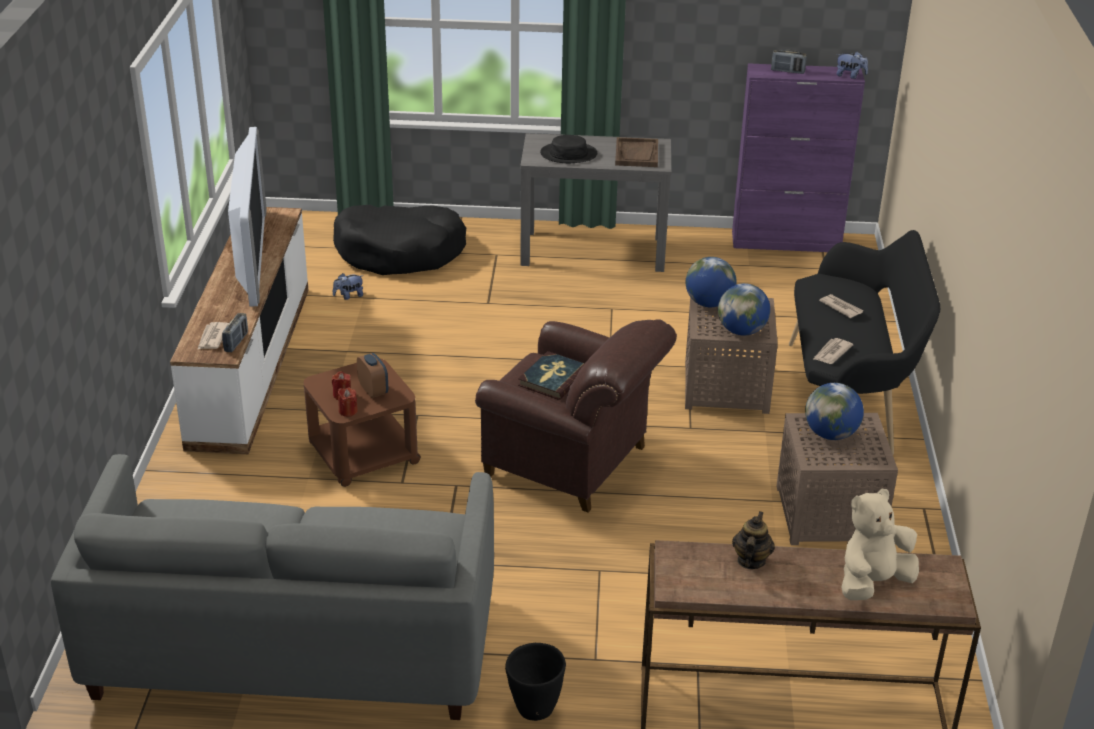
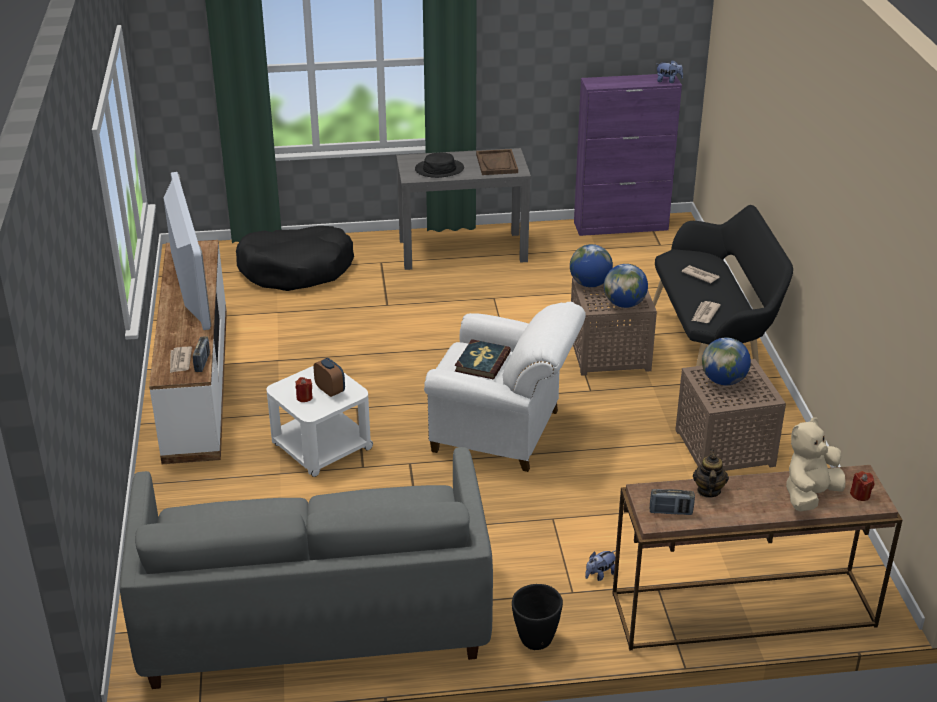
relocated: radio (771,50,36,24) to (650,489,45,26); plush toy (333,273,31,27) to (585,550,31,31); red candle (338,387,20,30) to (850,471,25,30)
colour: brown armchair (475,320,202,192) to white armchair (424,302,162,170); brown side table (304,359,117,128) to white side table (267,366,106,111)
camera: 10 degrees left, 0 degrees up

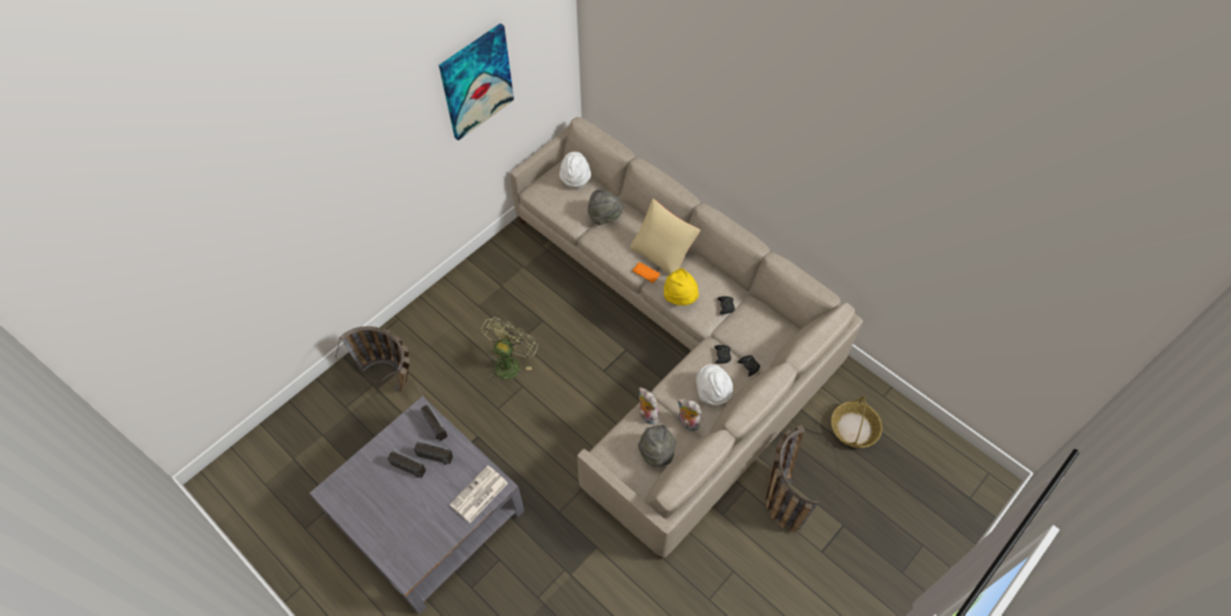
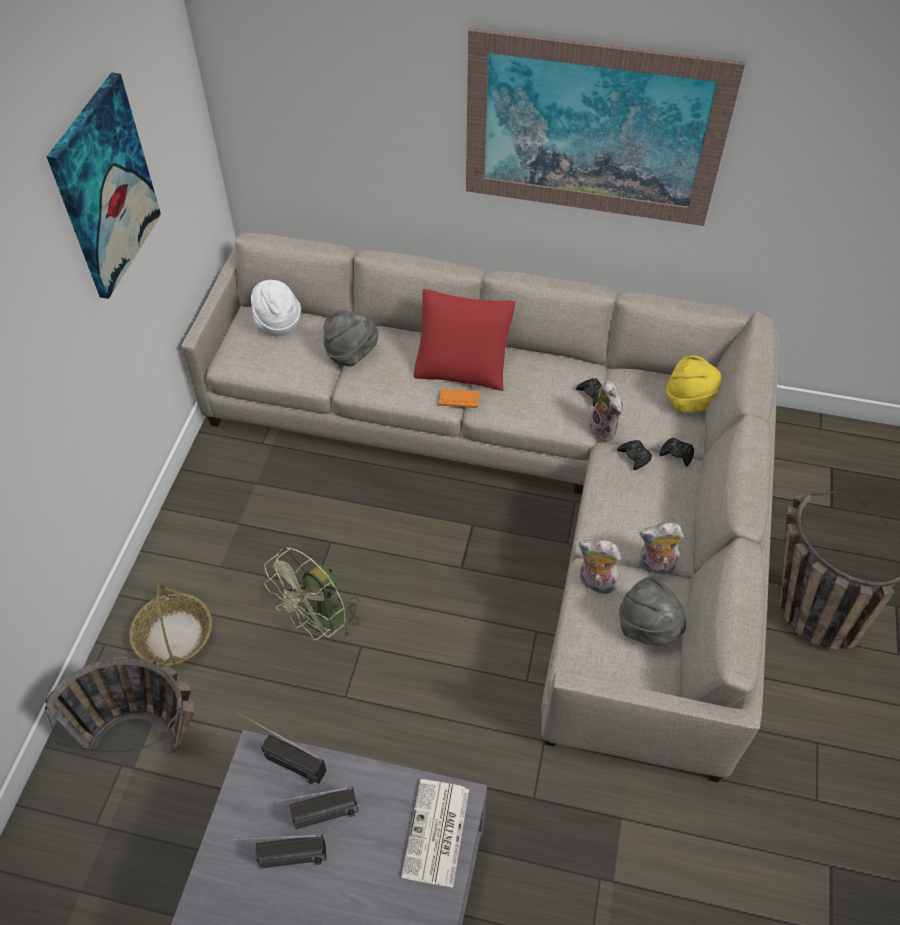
missing: white hat (696,364,37,41)
appeared: picture (466,28,279,198); plush toy (589,380,34,61)
relocated: yellow hat (664,268,35,38) to (666,355,56,58); basket (831,396,51,52) to (130,583,82,83)
colour: beige pillow (630,199,70,76) to red pillow (414,289,102,102)
spun: green fan (481,317,57,65) = (264,547,96,93) 135 degrees counterclockwise
camera: 30 degrees left, 5 degrees down

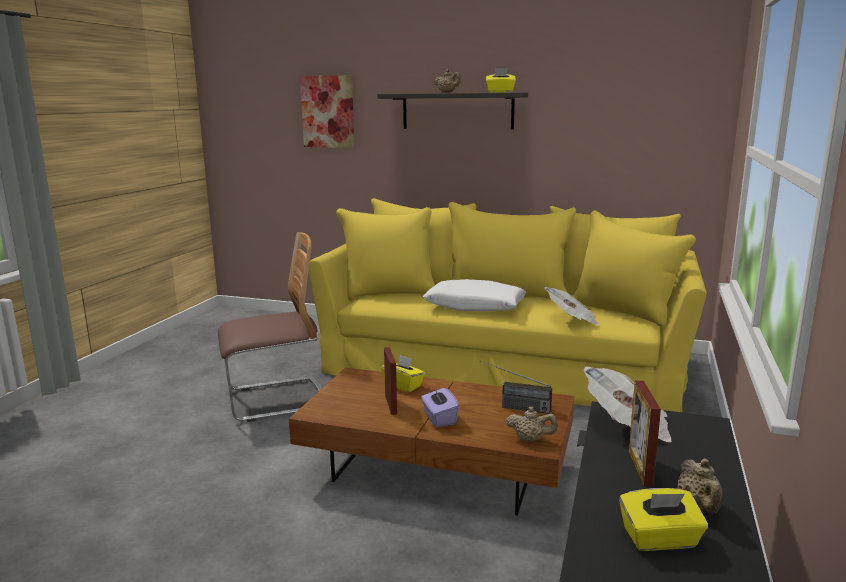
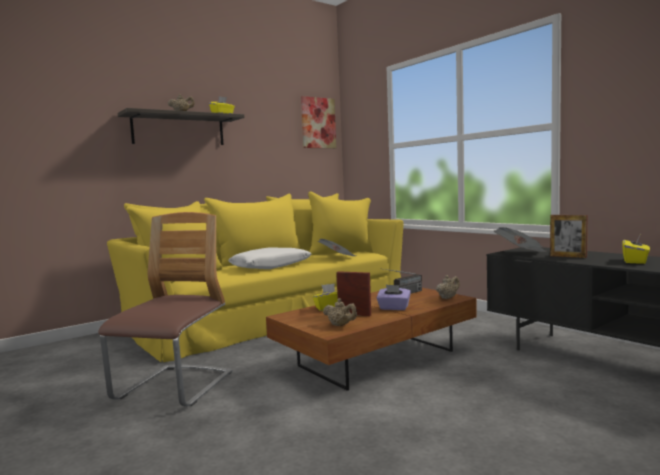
relocated: picture (300,75,55,73) to (301,96,35,52); beige teapot (677,459,45,55) to (323,298,34,28)
camera: 55 degrees left, 10 degrees down

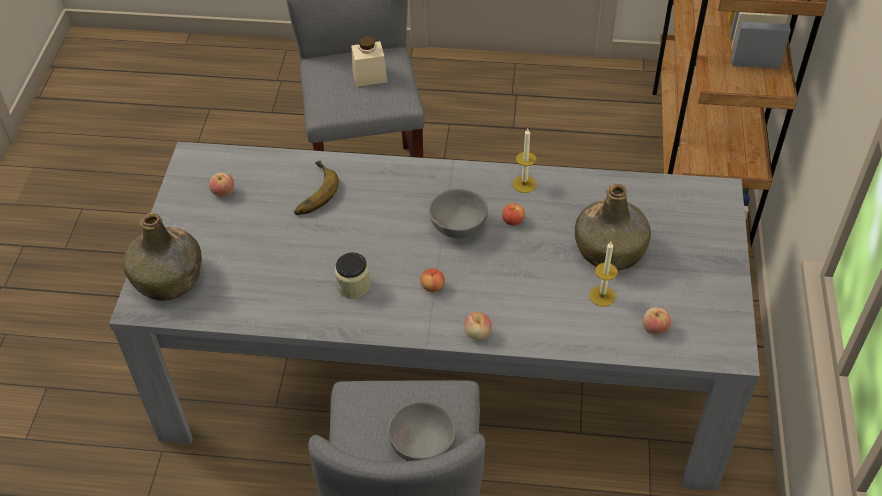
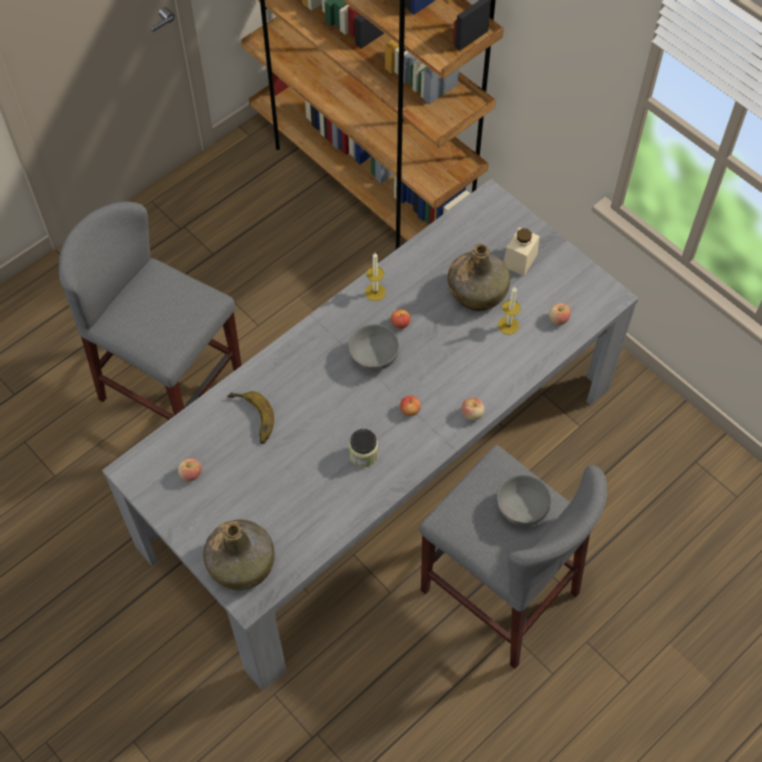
relocated: beige jar (351,36,37,51) to (504,227,36,49)
camera: 50 degrees left, 10 degrees up

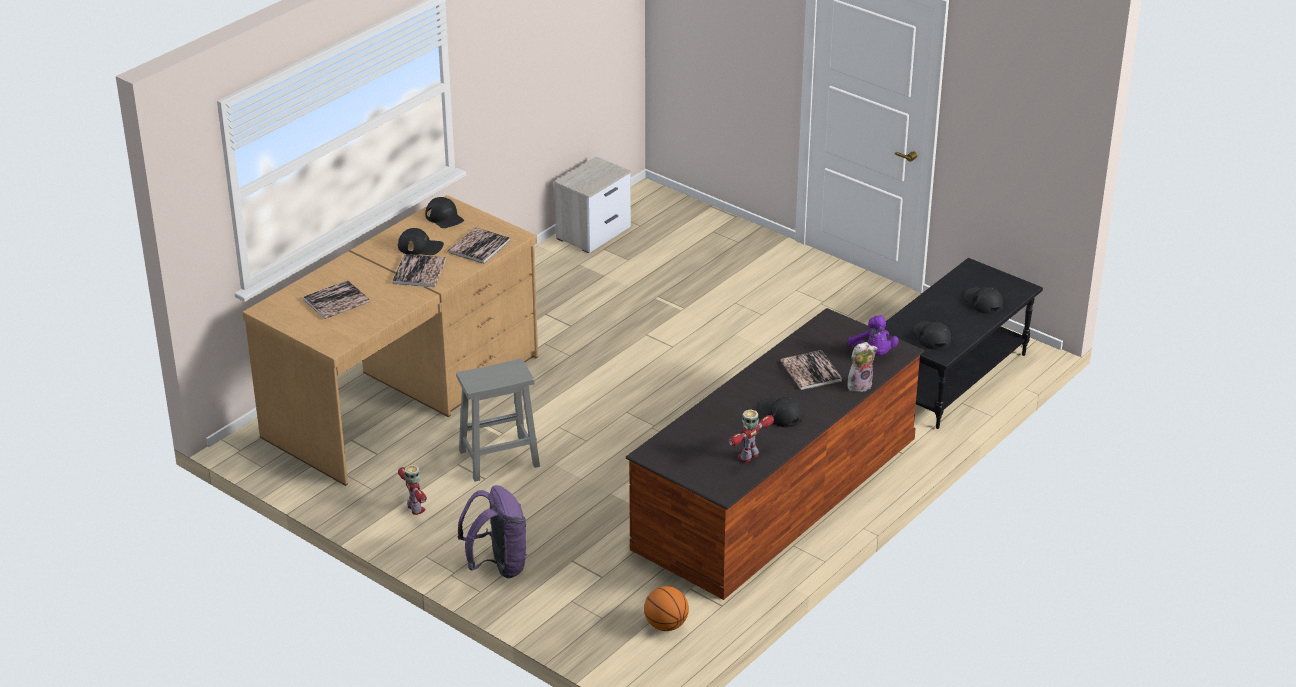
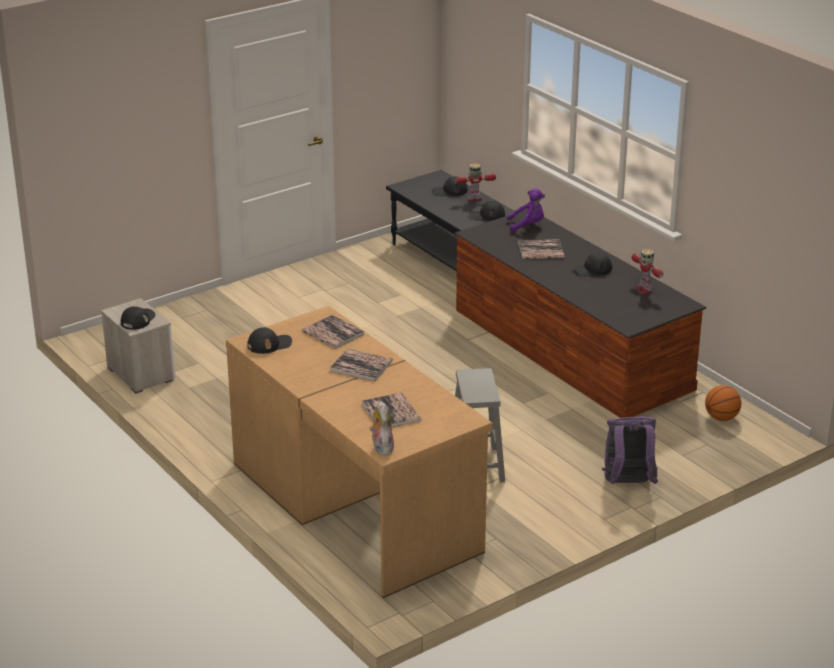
relocated: black cap (398,228,46,27) to (121,306,35,24); plush toy (848,342,29,50) to (369,401,25,54); toy robot (398,465,29,50) to (455,163,41,39)
camera: 75 degrees left, 5 degrees down

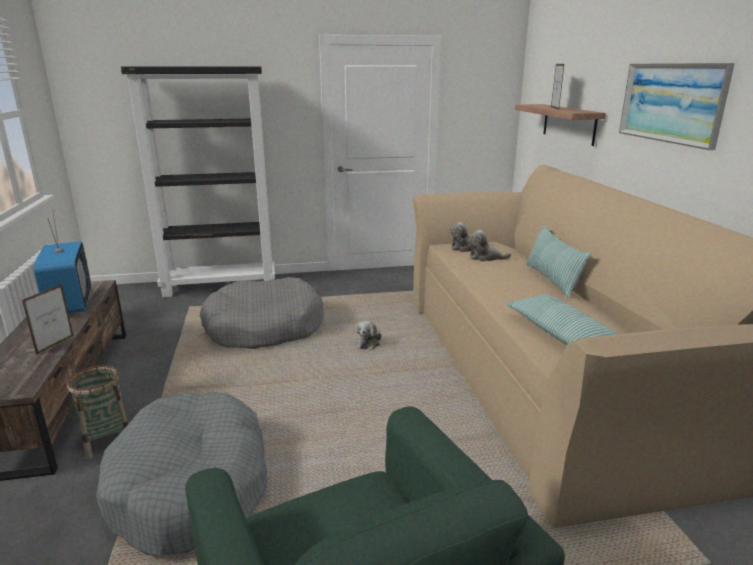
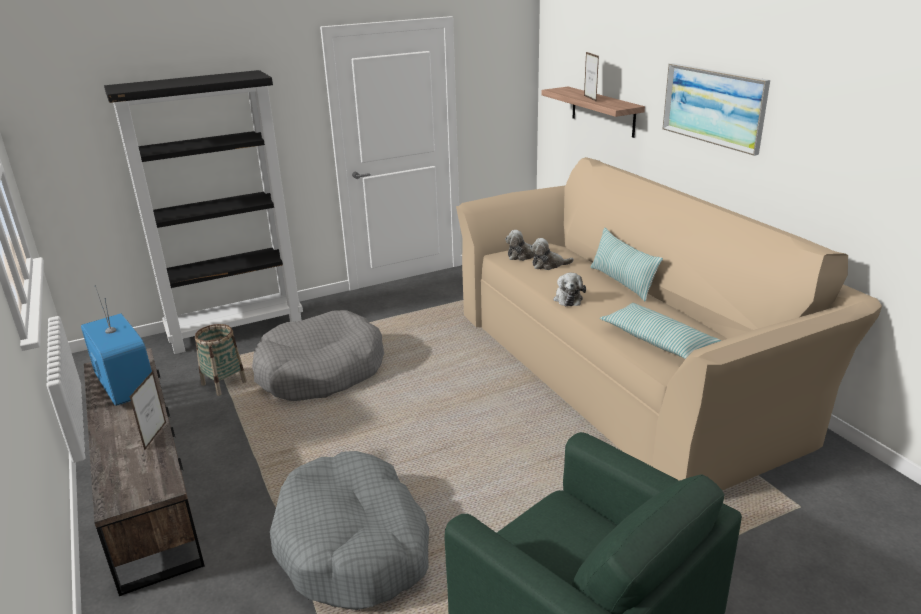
relocated: plush toy (355,321,26,29) to (553,273,33,33); basket (67,365,61,94) to (195,324,52,72)
camera: 15 degrees left, 5 degrees up

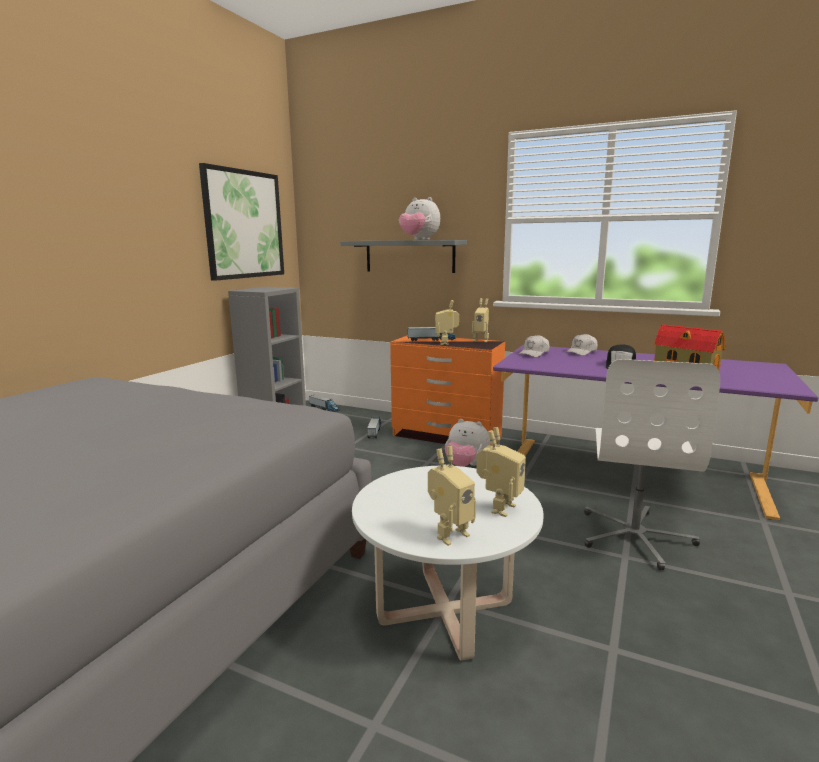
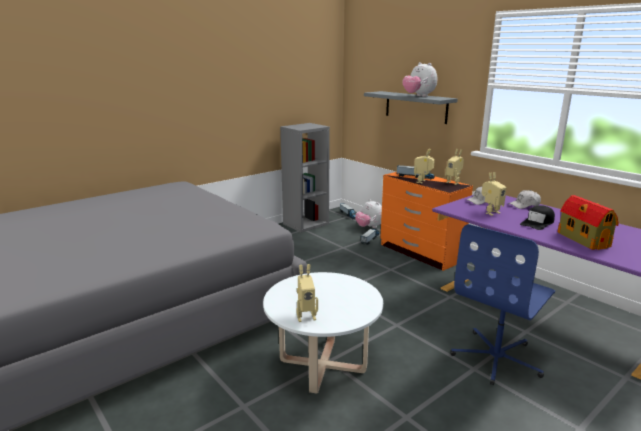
missing: picture (199,163,85,118)
relocated: plush toy (445,419,46,48) to (355,199,27,29); toy robot (476,427,50,90) to (482,172,24,44)
colour: white office chair (584,359,136,211) to blue office chair (450,224,105,161)
camera: 25 degrees right, 5 degrees up

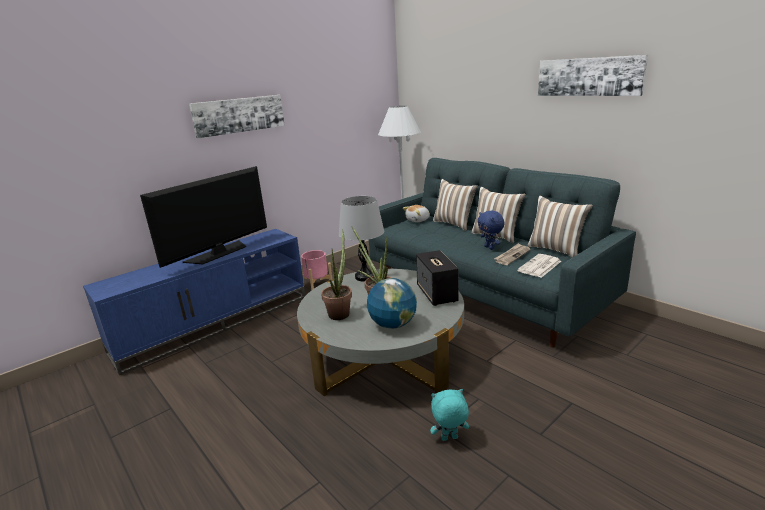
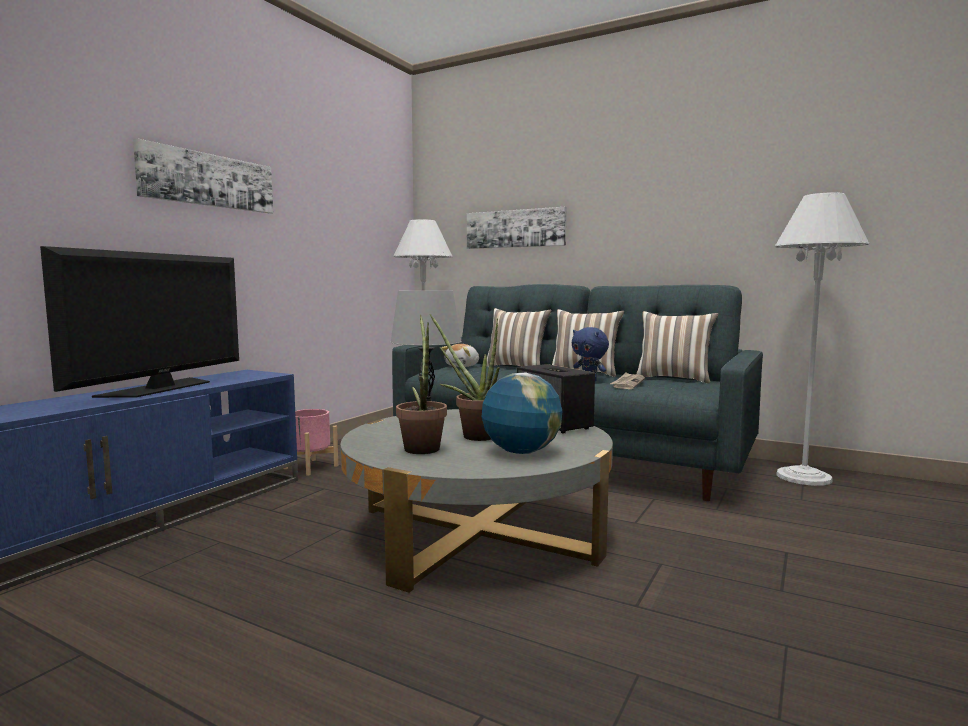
missing: newspaper (517,254,44,24); turquoise plush toy (430,389,39,52)
appeared: white floor lamp (774,192,95,294)
relocated: picture (538,55,110,41) to (467,207,99,42)
camera: 20 degrees left, 15 degrees down

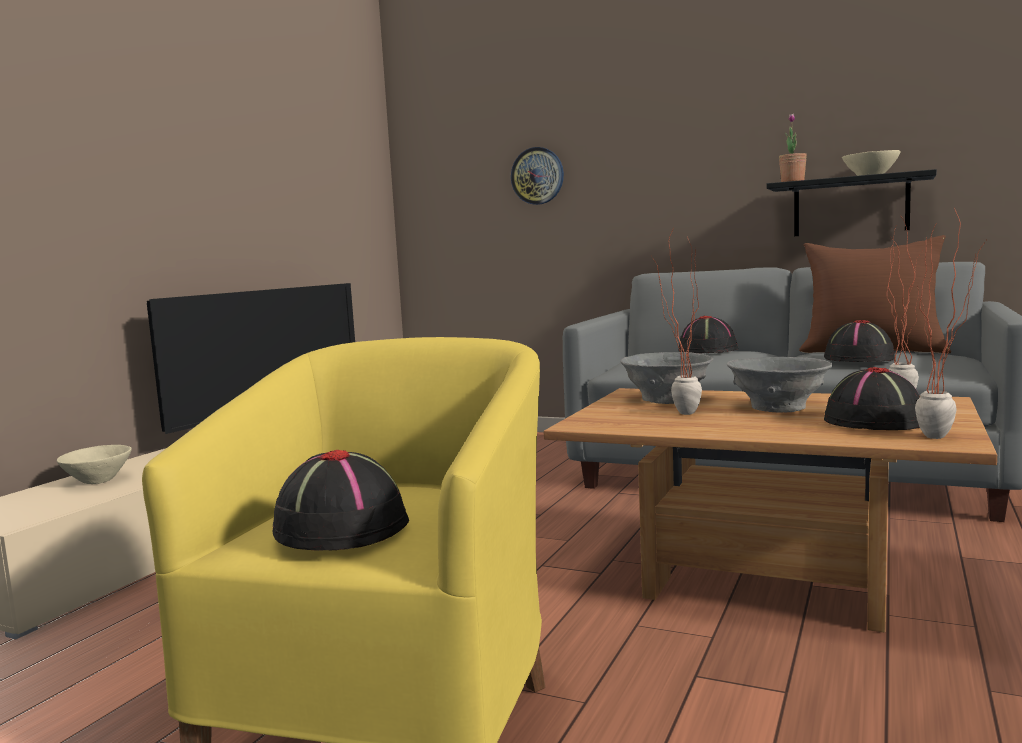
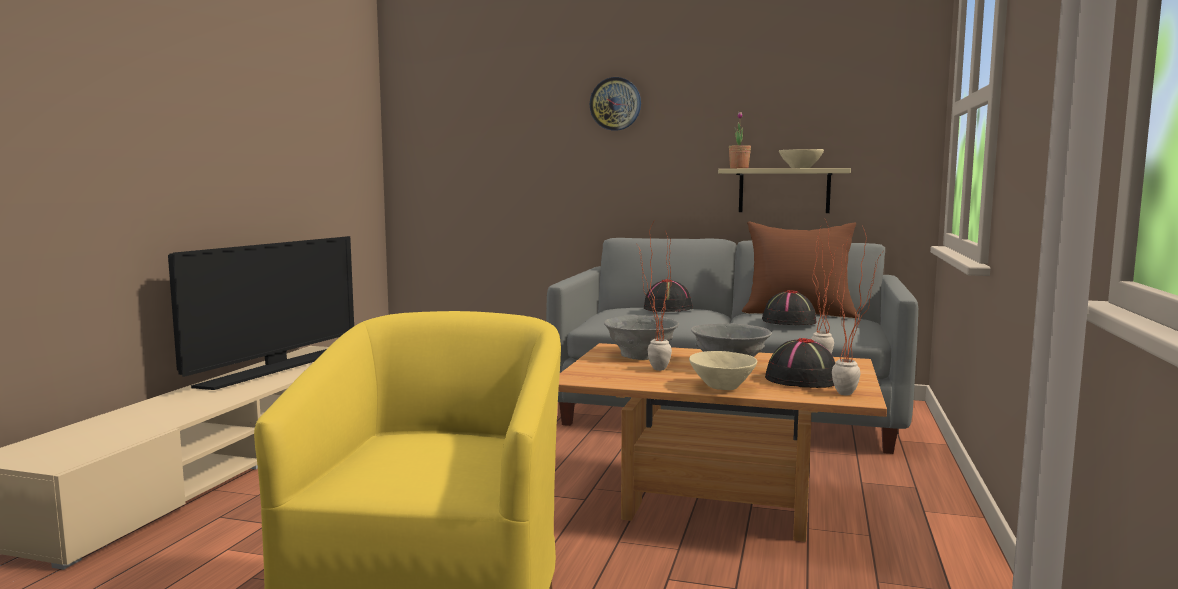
missing: black hat (272,450,137,101)
relocated: wall clock (511,147,53,58) to (590,77,51,54); beige bowl (57,445,75,39) to (689,351,68,39)
colour: black shelf (766,169,171,67) to beige shelf (718,168,133,45)
camera: 10 degrees left, 0 degrees up

